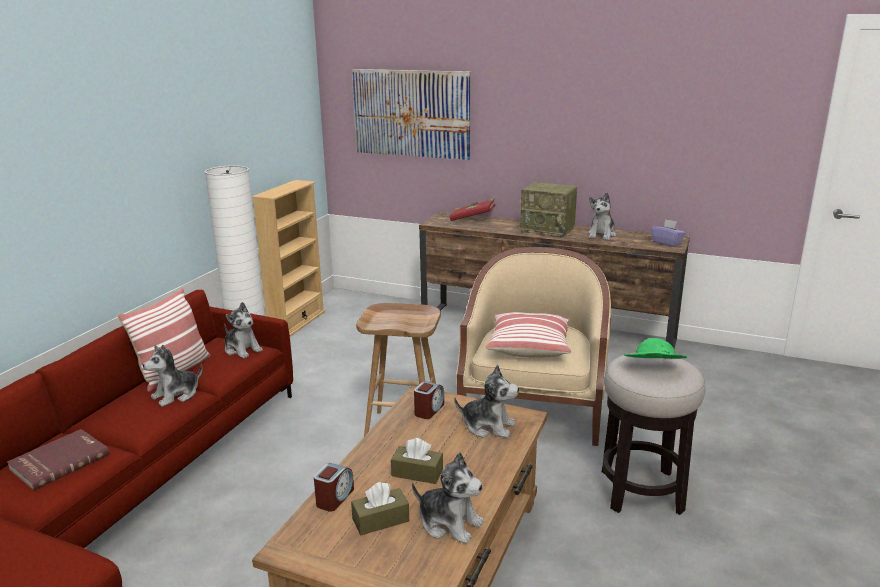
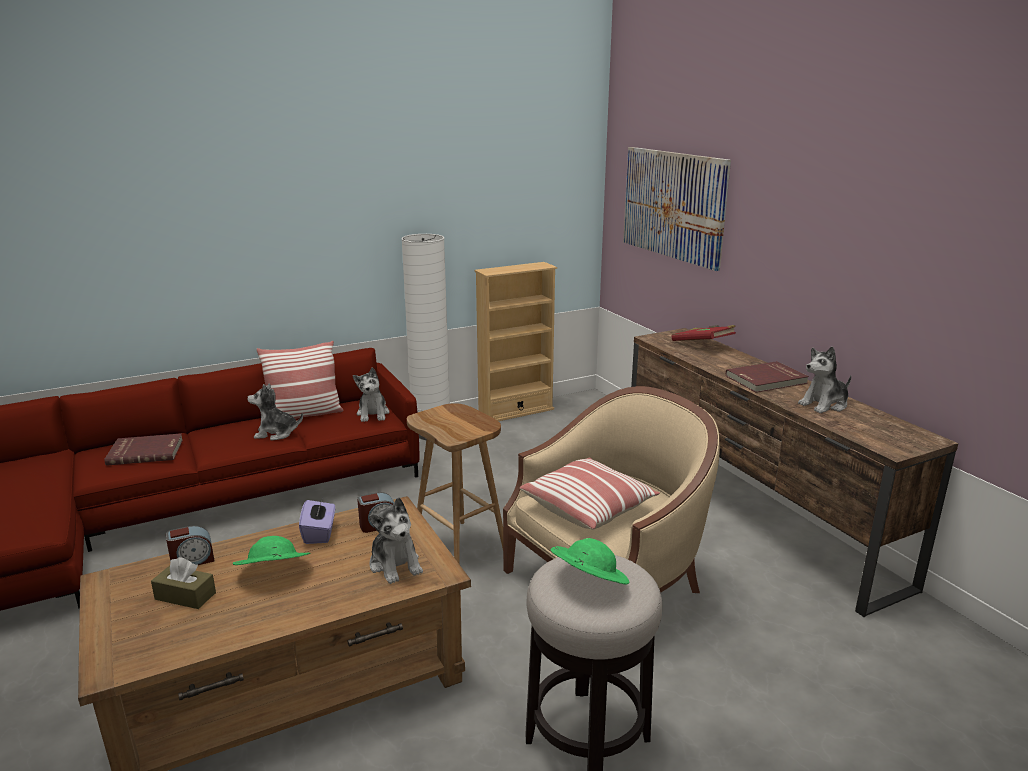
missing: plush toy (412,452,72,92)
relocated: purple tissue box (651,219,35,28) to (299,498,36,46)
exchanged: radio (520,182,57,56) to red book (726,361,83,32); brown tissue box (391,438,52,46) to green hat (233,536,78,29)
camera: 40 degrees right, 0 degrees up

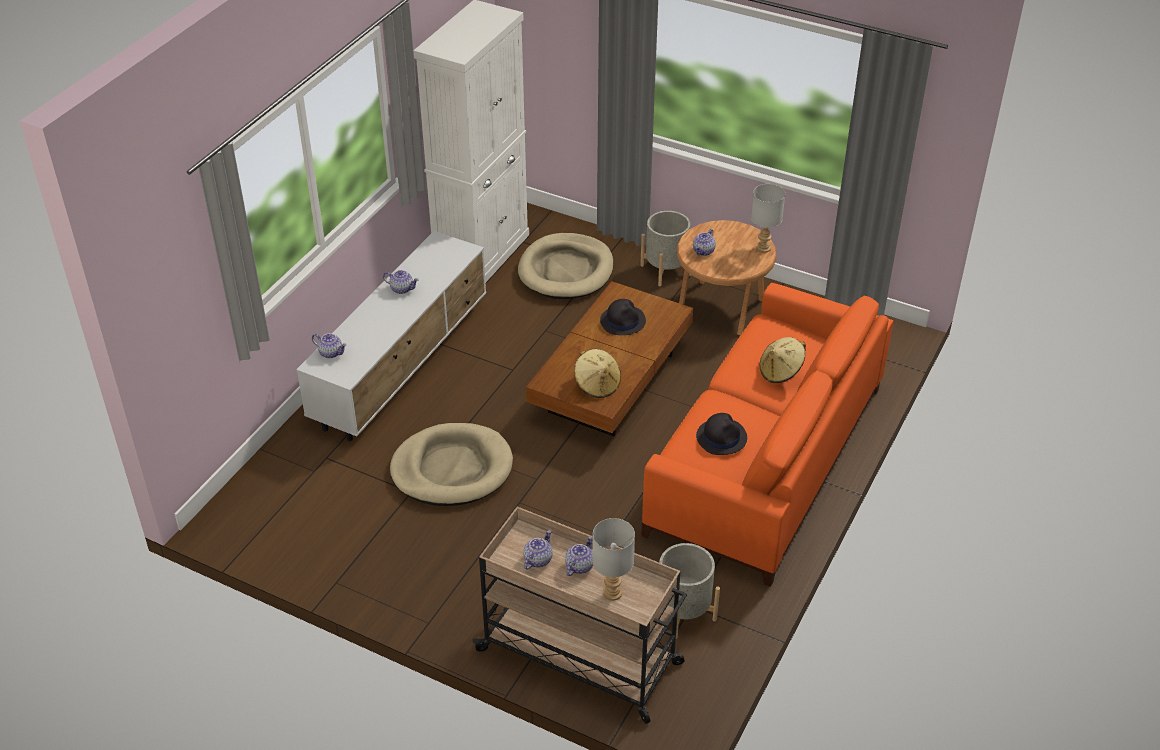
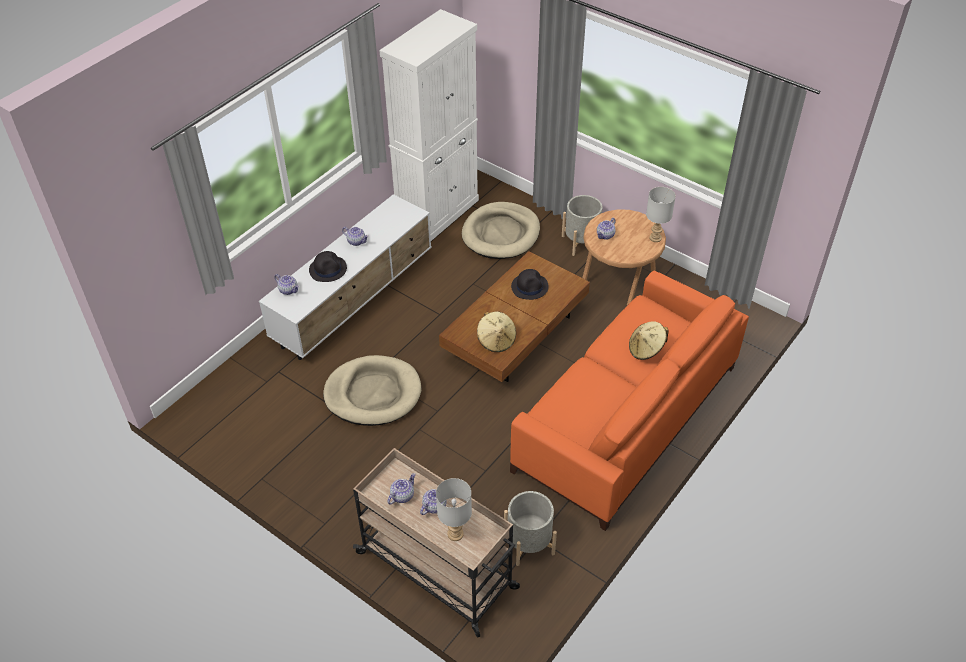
relocated: black hat (696,413,51,42) to (309,251,38,31)
camera: 10 degrees right, 5 degrees up

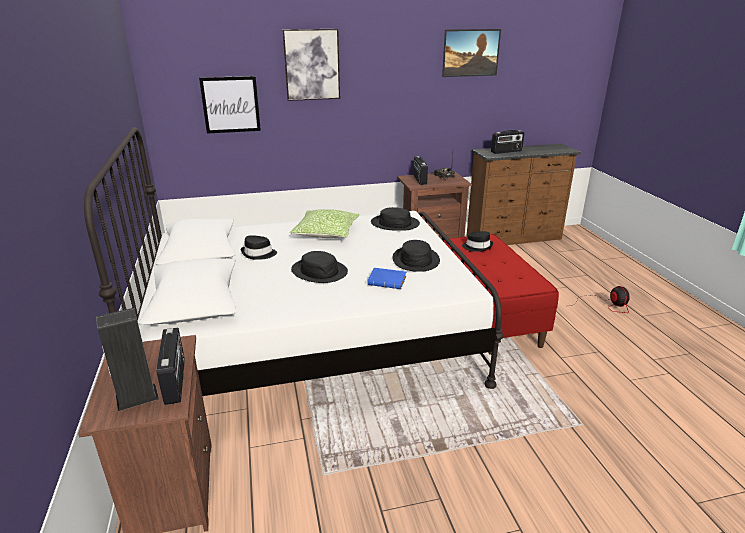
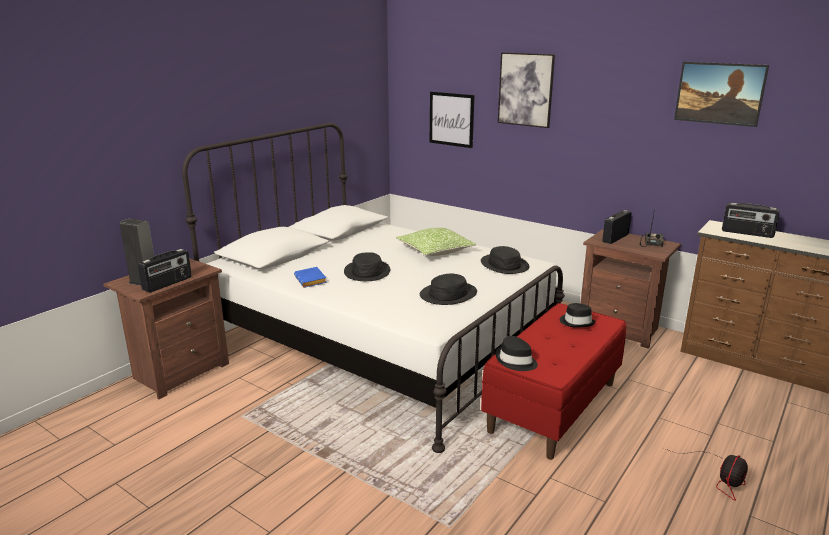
relocated: black hat (241,235,36,25) to (496,336,42,35); blue book (367,268,39,21) to (294,267,33,21)
camera: 50 degrees right, 5 degrees down

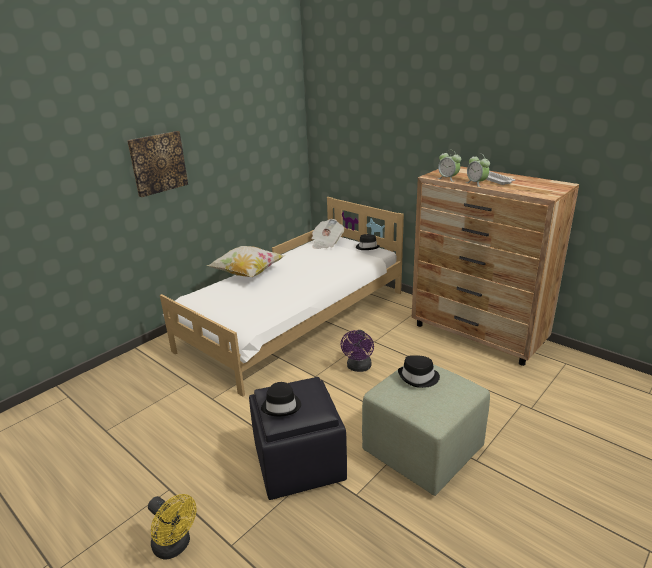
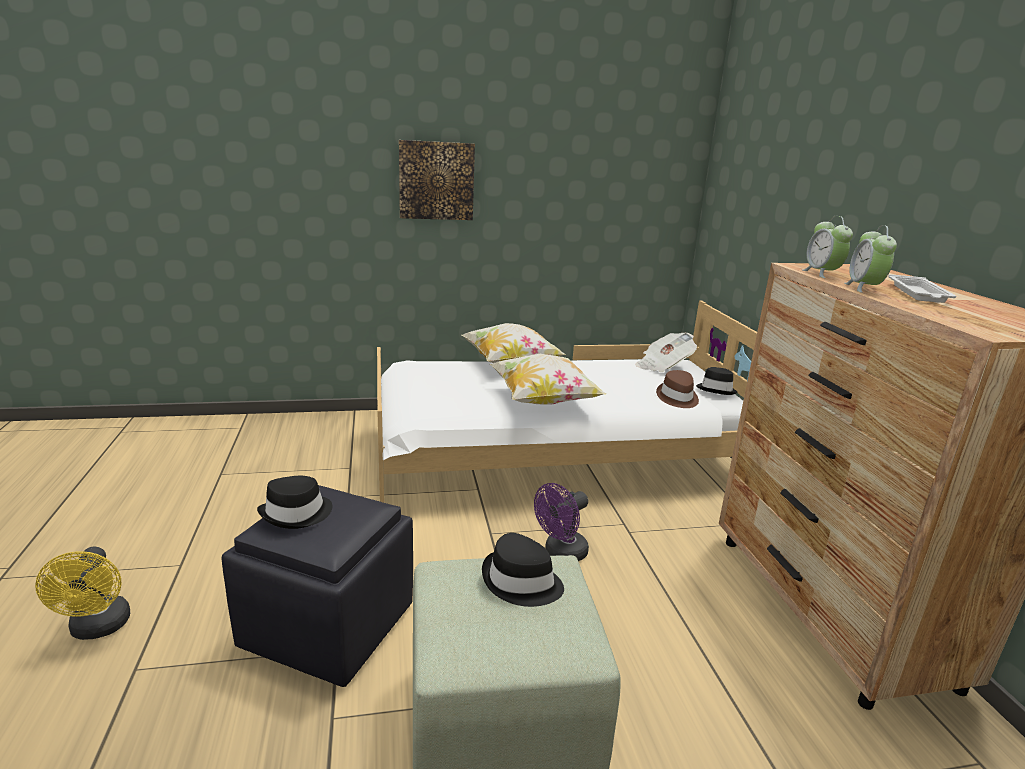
appeared: pillow (490,354,116,51); brown hat (656,370,43,38)
camera: 35 degrees right, 5 degrees down

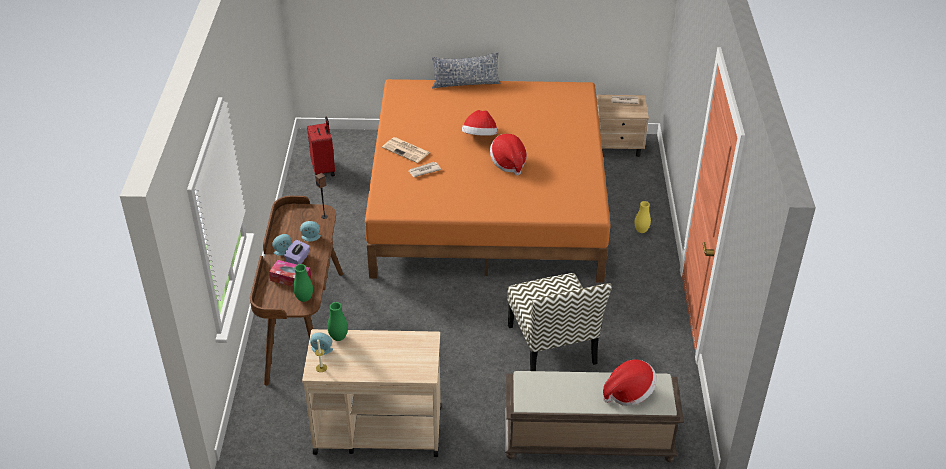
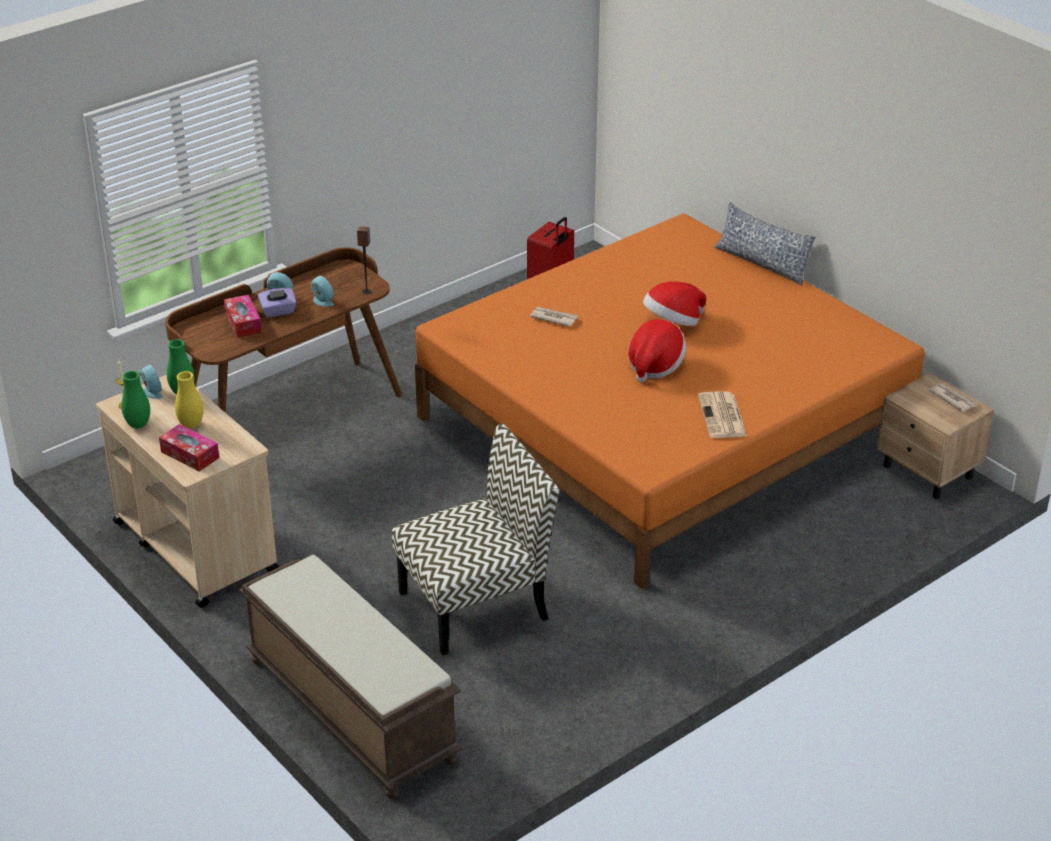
missing: hat (603,359,54,47)
appeared: tissue box (159,424,60,47)
relocated: newspaper (382,137,48,26) to (698,391,49,47); yellow vase (634,201,17,32) to (175,371,29,58); green vase (293,264,20,38) to (121,371,29,57)
spun: chair (507,273,105,98) = (392,424,167,232) 150 degrees counterclockwise
camera: 50 degrees right, 5 degrees down

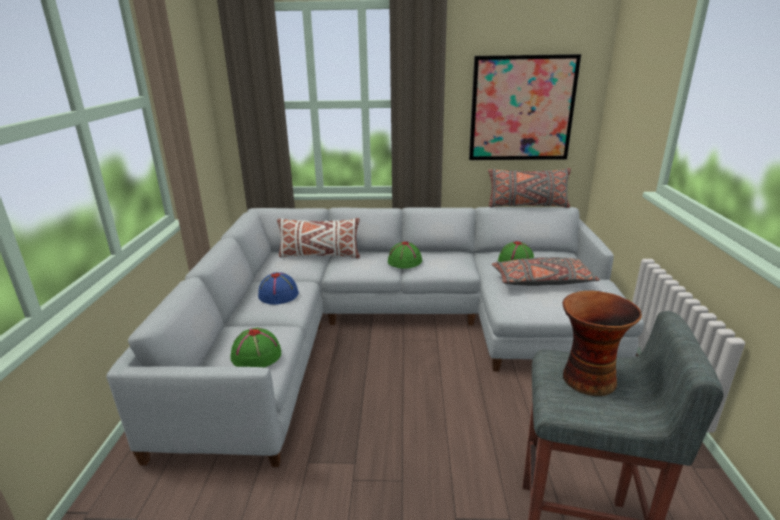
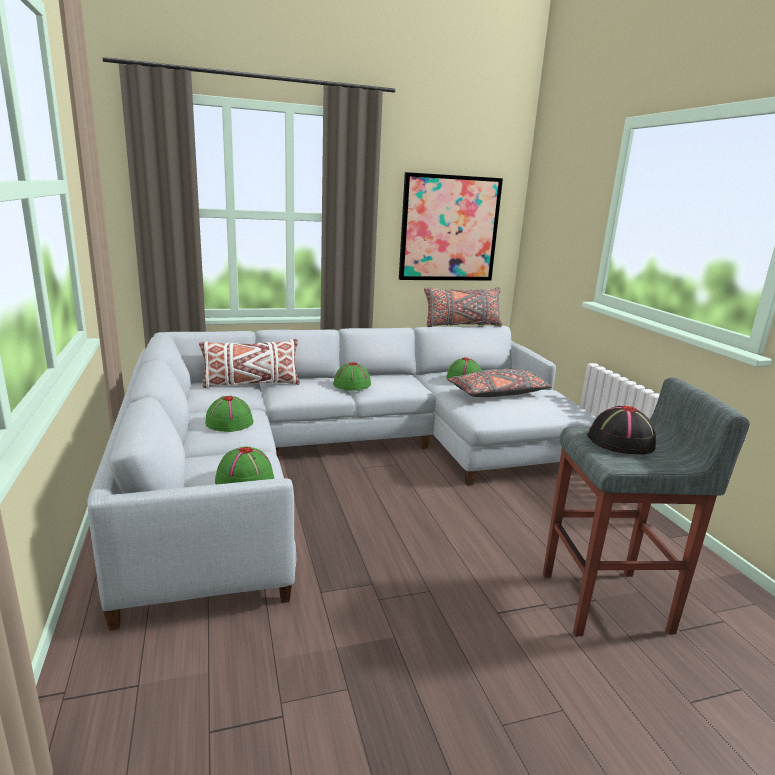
exchanged: vase (562,290,80,106) to black hat (587,406,69,49)
colour: blue hat (258,272,41,33) to green hat (205,396,48,36)
camera: 20 degrees left, 5 degrees down

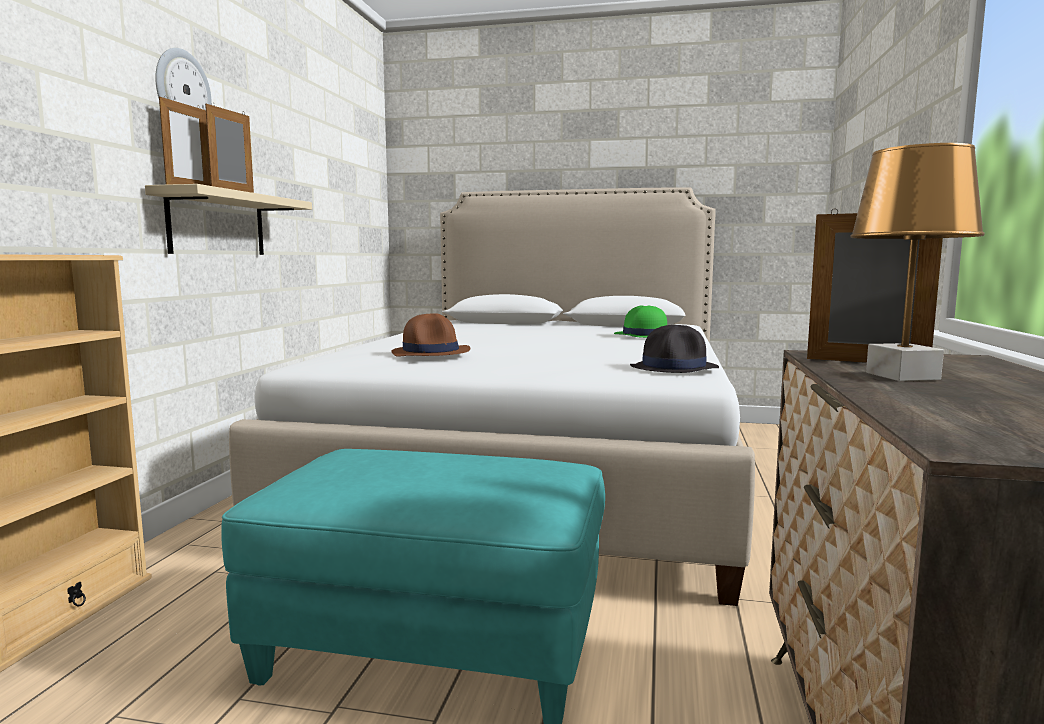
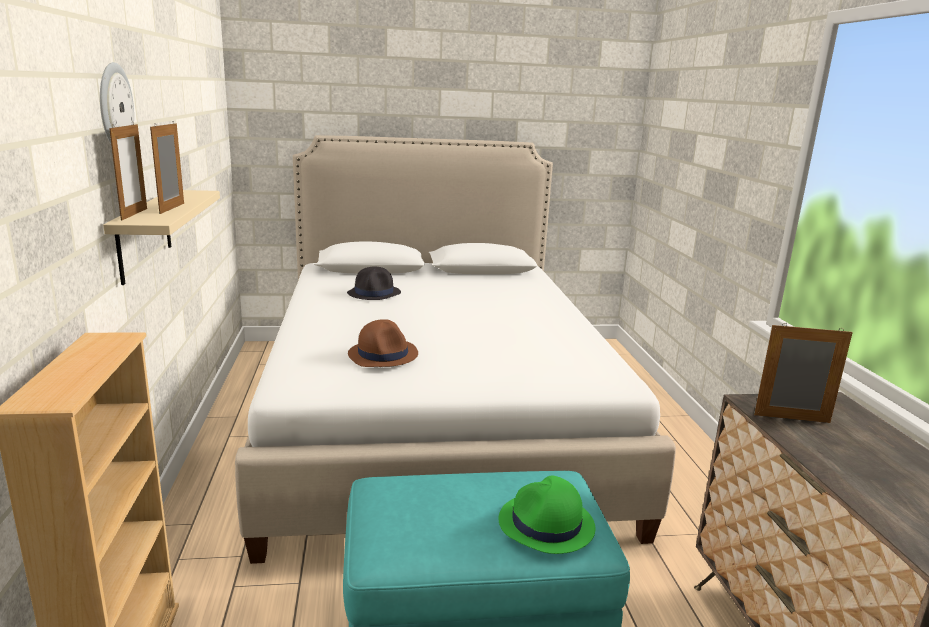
missing: brown table lamp (850,143,135,238)
relocated: green hat (614,306,53,32) to (498,476,97,78); black hat (630,325,89,48) to (347,267,54,33)
camera: 20 degrees left, 10 degrees up

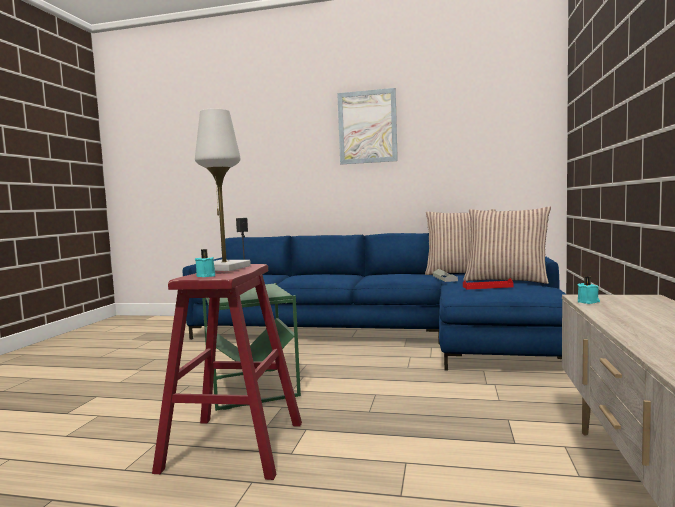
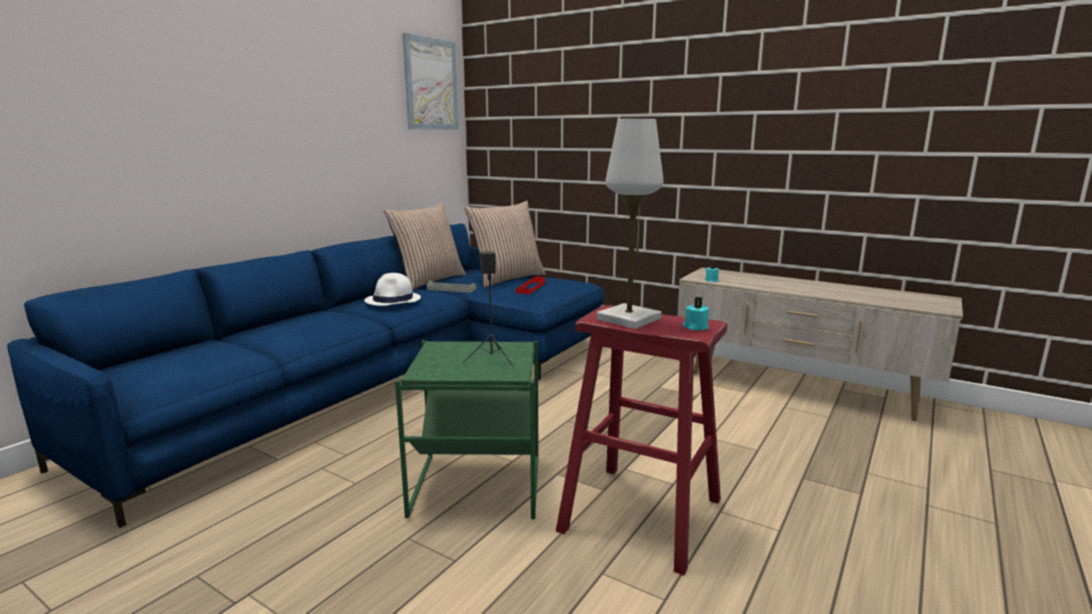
appeared: white hat (364,273,57,33)
relocated: picture (337,88,61,76) to (403,33,56,97)
camera: 70 degrees left, 10 degrees up

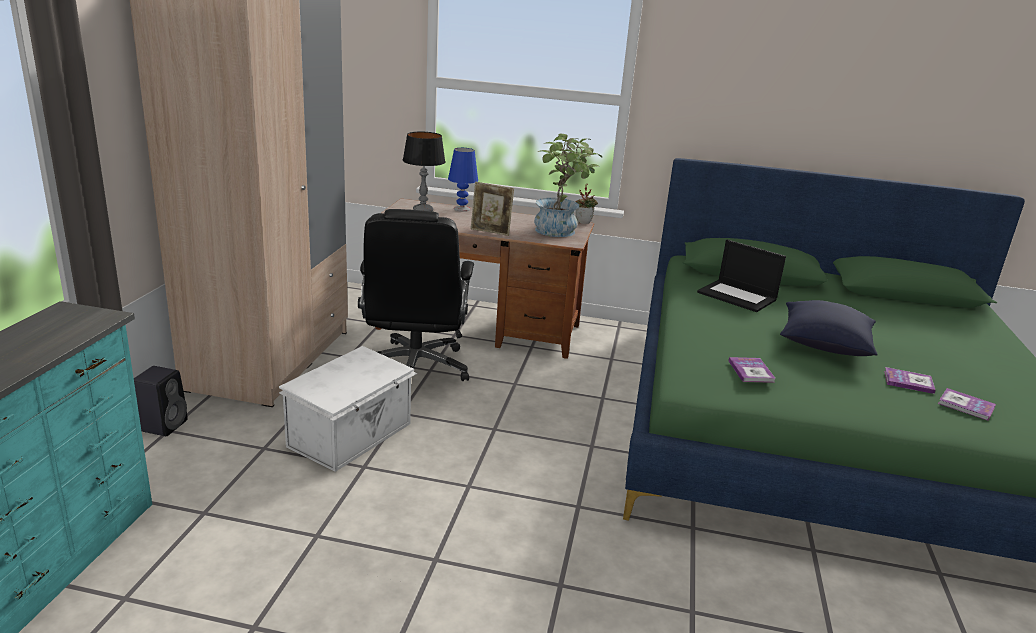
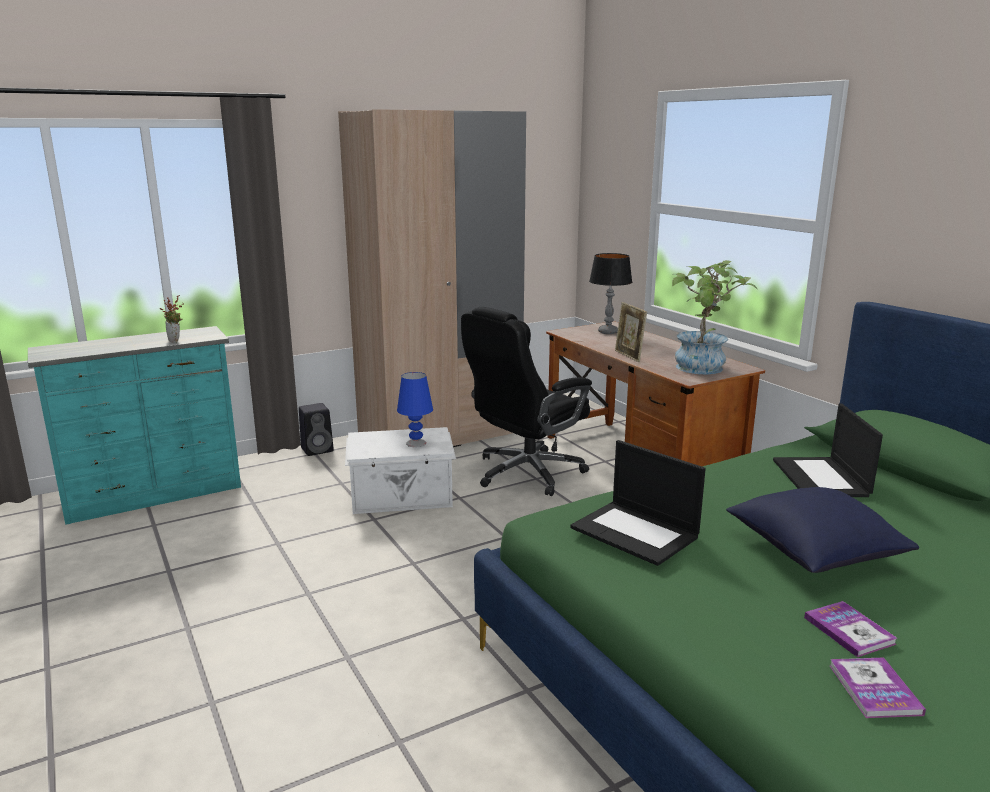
relocated: blue table lamp (448,148,30,64) to (397,372,36,75); potted plant (575,184,23,40) to (160,295,24,48)
exchanged: book (728,357,48,26) to laptop (571,440,135,126)
camera: 50 degrees right, 5 degrees down

